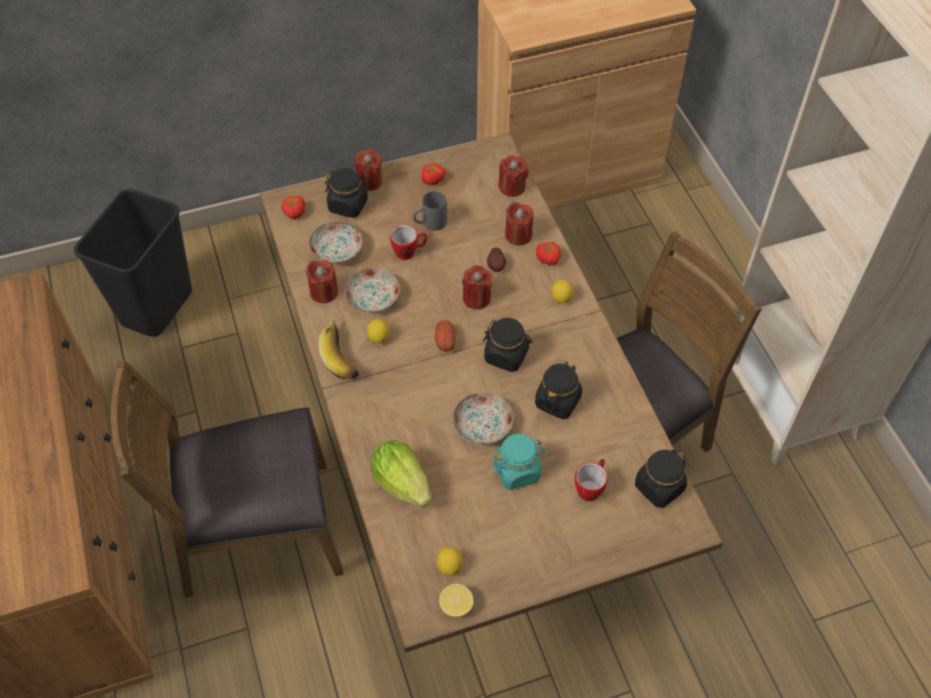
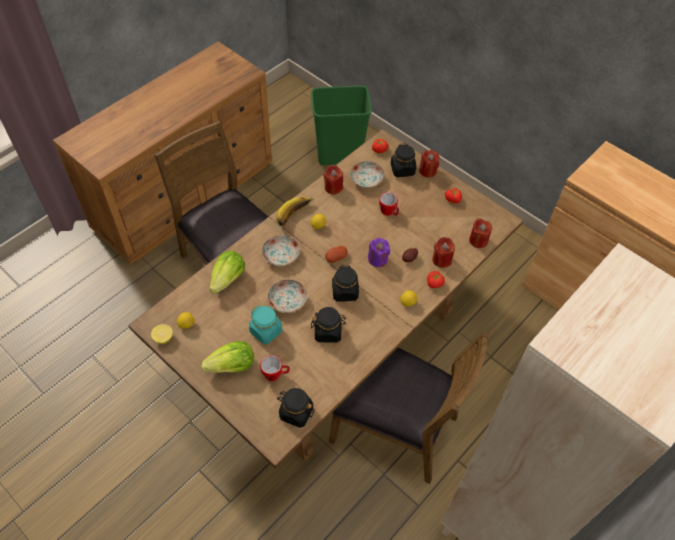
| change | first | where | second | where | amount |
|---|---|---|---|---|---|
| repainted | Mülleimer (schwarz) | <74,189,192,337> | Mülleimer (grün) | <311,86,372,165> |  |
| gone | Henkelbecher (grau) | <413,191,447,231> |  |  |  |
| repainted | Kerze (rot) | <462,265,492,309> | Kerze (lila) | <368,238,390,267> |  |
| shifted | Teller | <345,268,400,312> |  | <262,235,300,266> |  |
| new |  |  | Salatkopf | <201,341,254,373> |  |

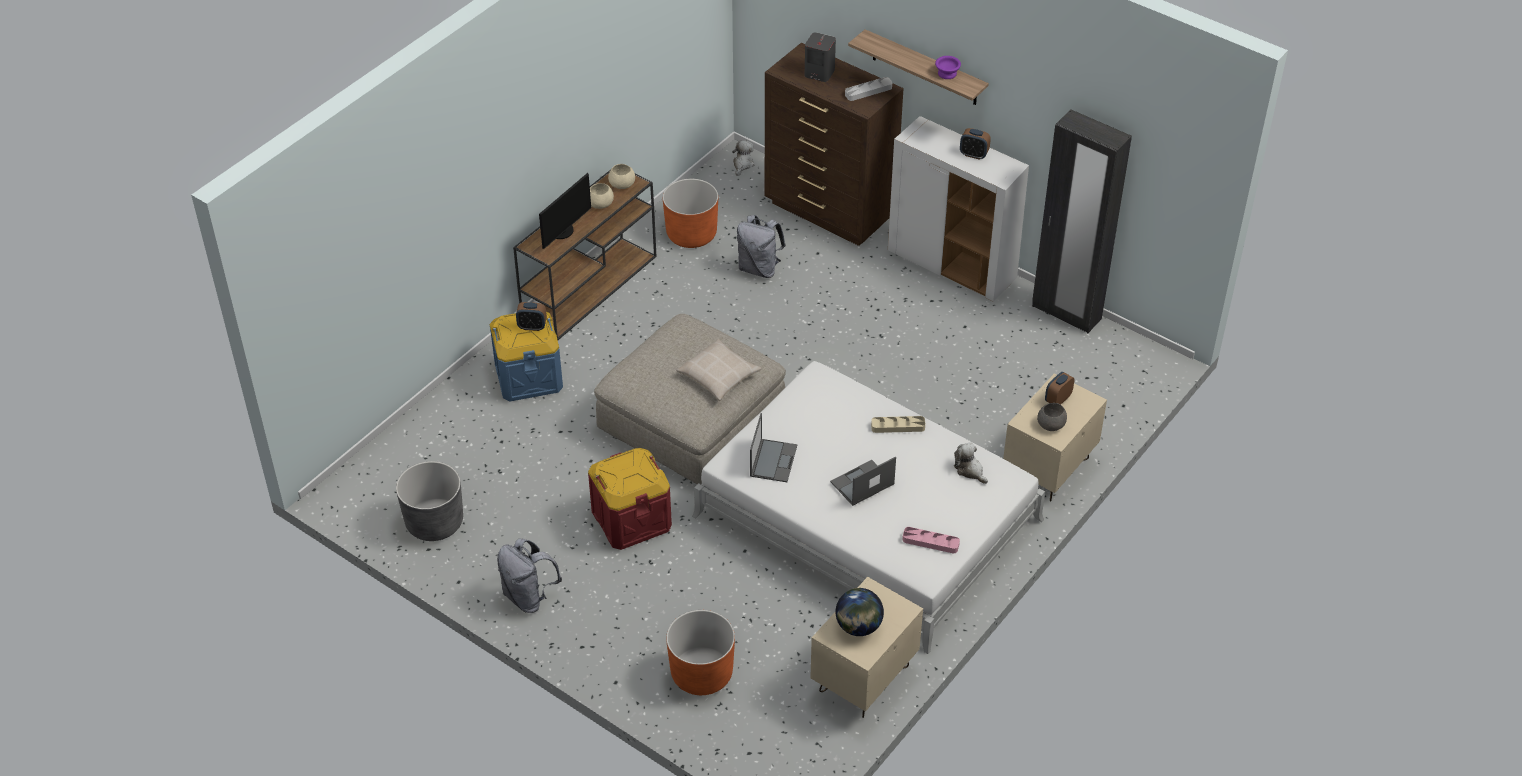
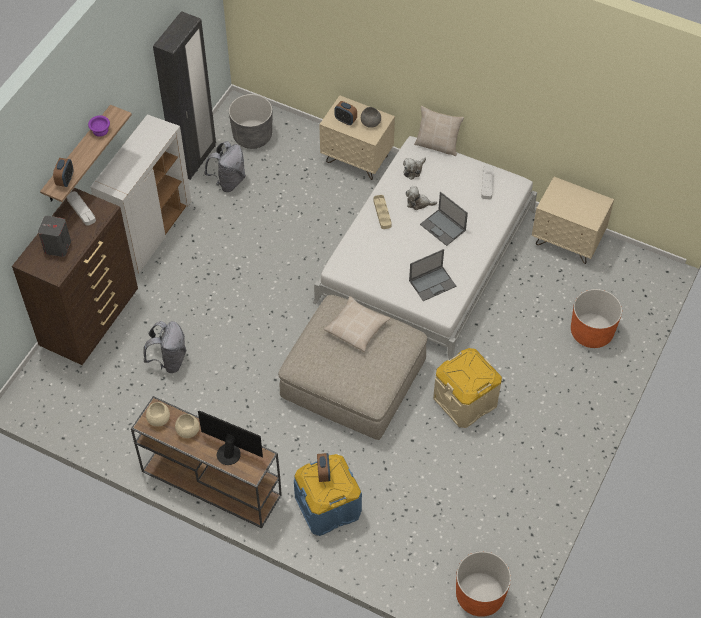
| change | first | where | second | where | amount |
|---|---|---|---|---|---|
| shifted | Wecker | <960,128,991,160> |  | <53,158,73,187> |  |
| shifted | Plüschtier | <732,140,755,176> |  | <406,186,437,210> |  |
| shifted | Pflanzkübel (orange) | <663,179,718,248> |  | <456,551,511,617> |  |
| rotated | Laptop | <750,413,797,482> |  | <409,249,456,301> | 150 degrees clockwise |
| repainted | Aufbewahrungsbox (rot) | <588,448,672,550> | Aufbewahrungsbox (beige) | <433,348,502,428> |  |
| shifted | Pflanzkübel (grau) | <396,461,463,541> |  | <229,94,272,149> |  |
| repainted | Tablett (rosa) | <902,527,960,554> | Tablett (grau) | <481,166,494,200> |  |
| shifted | Rucksack (grau) | <497,538,562,613> |  | <204,141,246,192> |  |
| gone | Globus | <836,588,884,636> |  |  |  |
| new |  |  | Kissen (beige) | <414,106,464,156> |  |

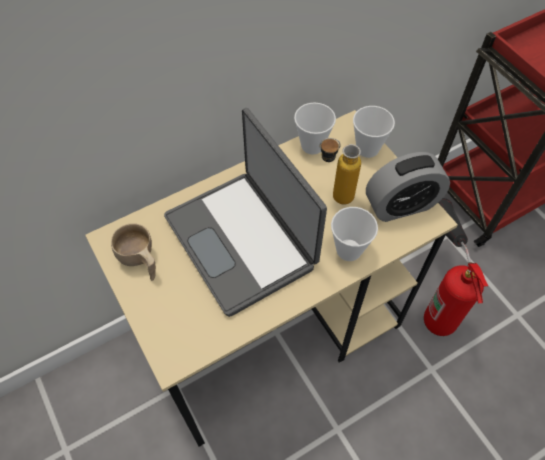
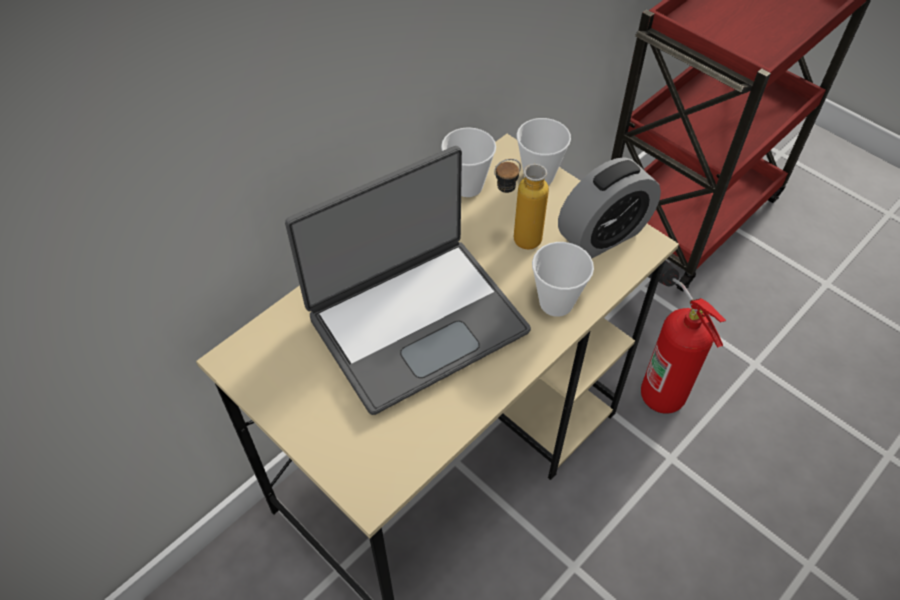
| change | first | where | second | where | amount |
|---|---|---|---|---|---|
| rotated | Laptop | <164,108,327,317> |  | <285,146,531,415> | 75 degrees counterclockwise |
| gone | Tasse (beige) | <111,223,156,281> |  |  |  |

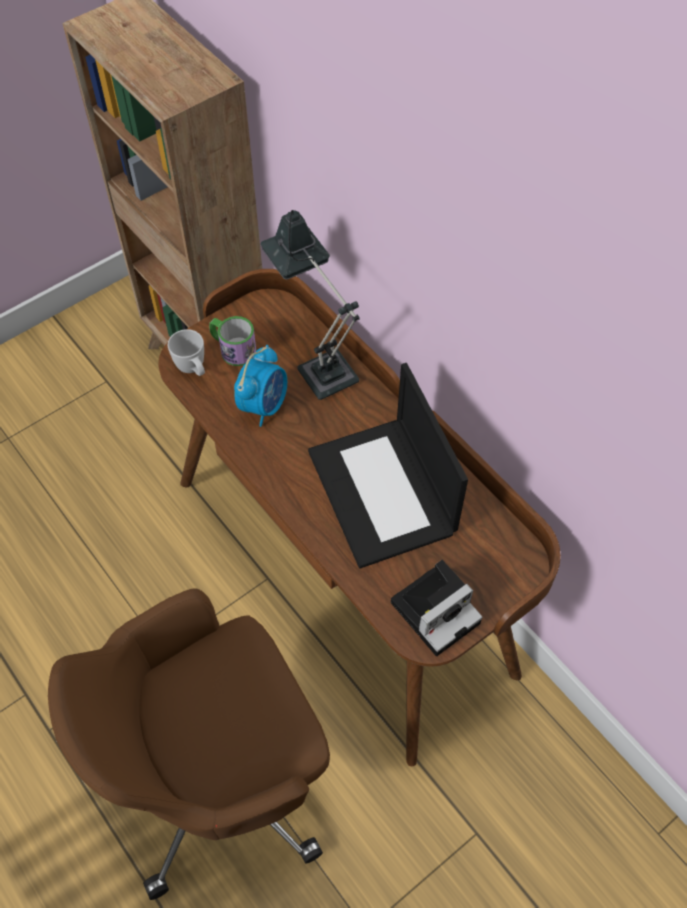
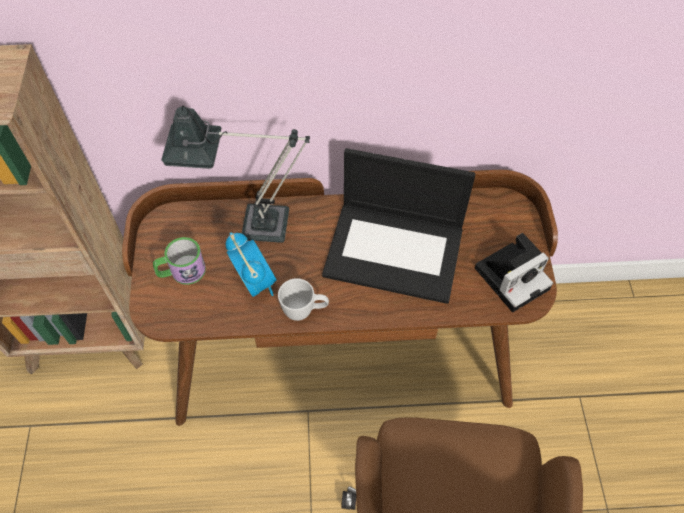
| change | first | where | second | where | amount |
|---|---|---|---|---|---|
| shifted | Henkelbecher (weiß) | <168,329,205,376> |  | <278,278,329,321> |  |
| rotated | Kamera | <391,560,482,656> |  | <475,233,553,312> | 60 degrees clockwise |

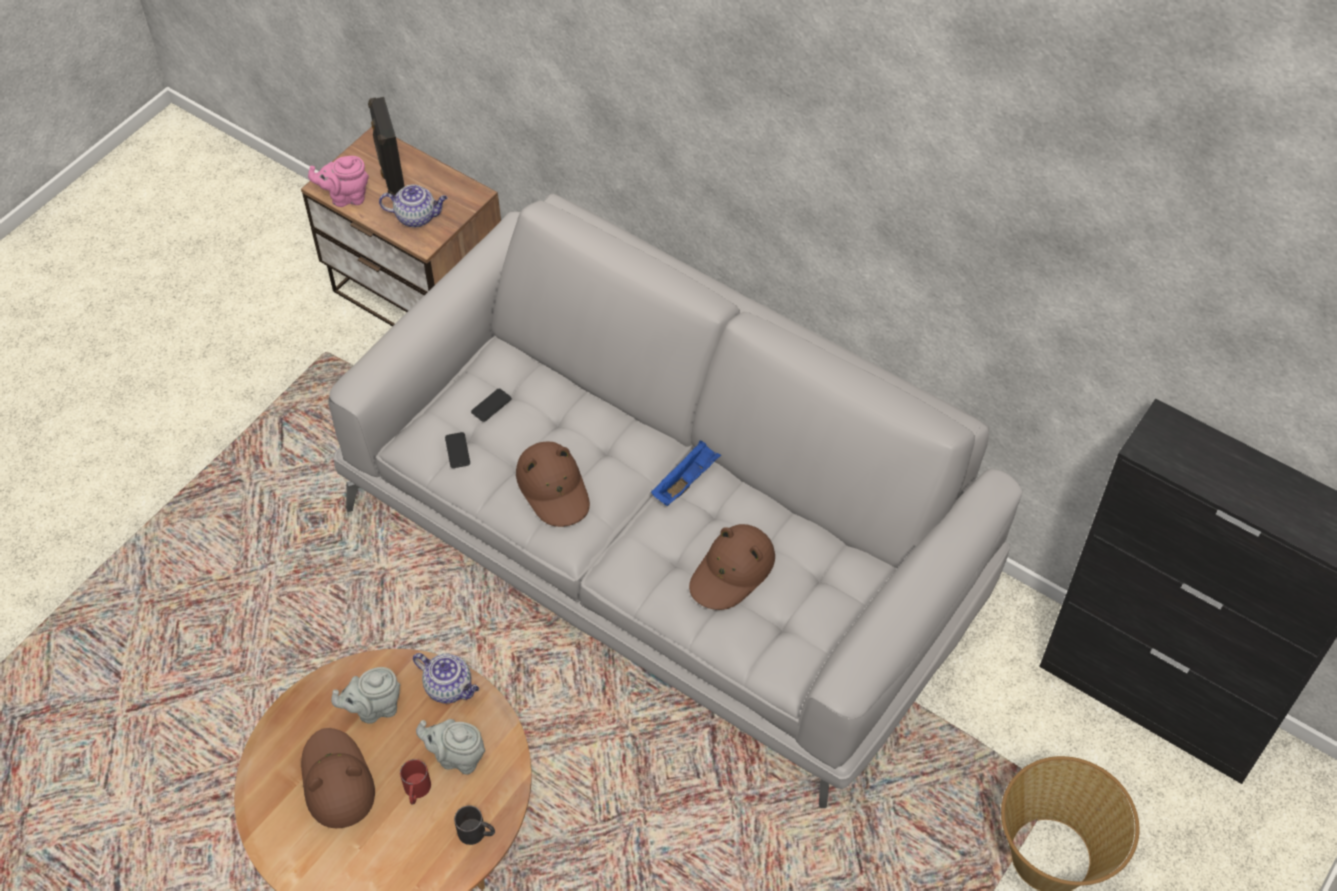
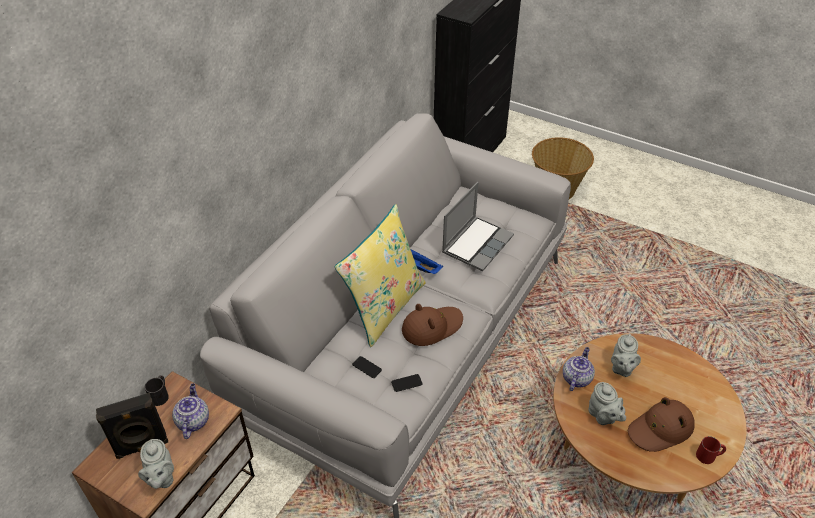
| change | first | where | second | where | amount |
|---|---|---|---|---|---|
| repainted | Teekanne (rosa) | <308,156,369,207> | Teekanne (grau) | <138,439,174,489> |  |
| swapped | Hut (braun) | <689,524,775,610> | Laptop | <442,182,514,271> |  |
| shifted | Henkelbecher (rot) | <400,759,431,804> |  | <696,436,726,464> |  |
| shifted | Henkelbecher (schwarz) | <454,805,495,845> |  | <145,375,169,406> |  |
| new |  |  | Kissen (gelb) | <335,204,425,347> |  |

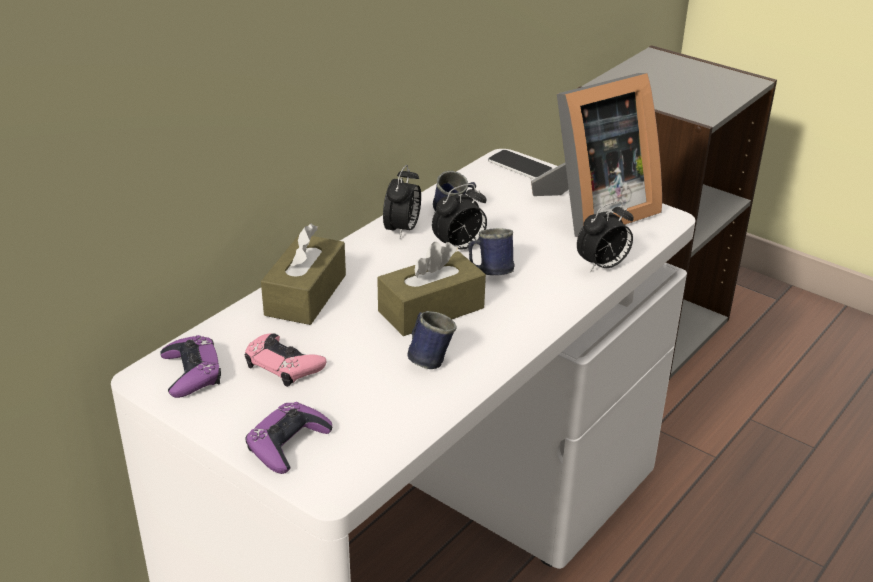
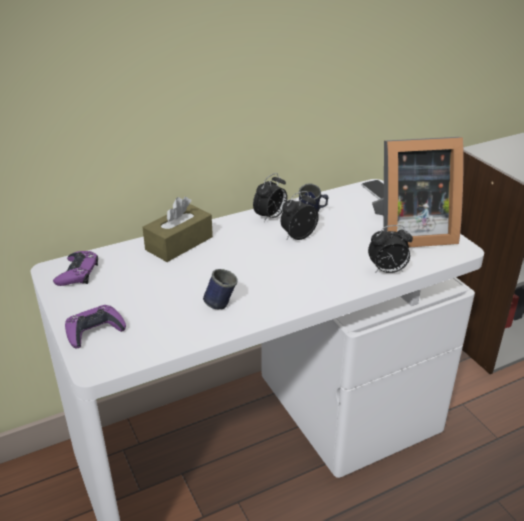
| change | first | where | second | where | amount |
|---|---|---|---|---|---|
| rotated | Wecker | <432,184,487,249> |  | <281,191,319,240> | 150 degrees clockwise |
| gone | Henkelbecher (blau) | <468,228,515,275> |  |  |  |
| gone | Taschentuchbox (braun) | <377,242,486,336> |  |  |  |
| gone | Gamepad (rosa) | <245,333,326,387> |  |  |  |

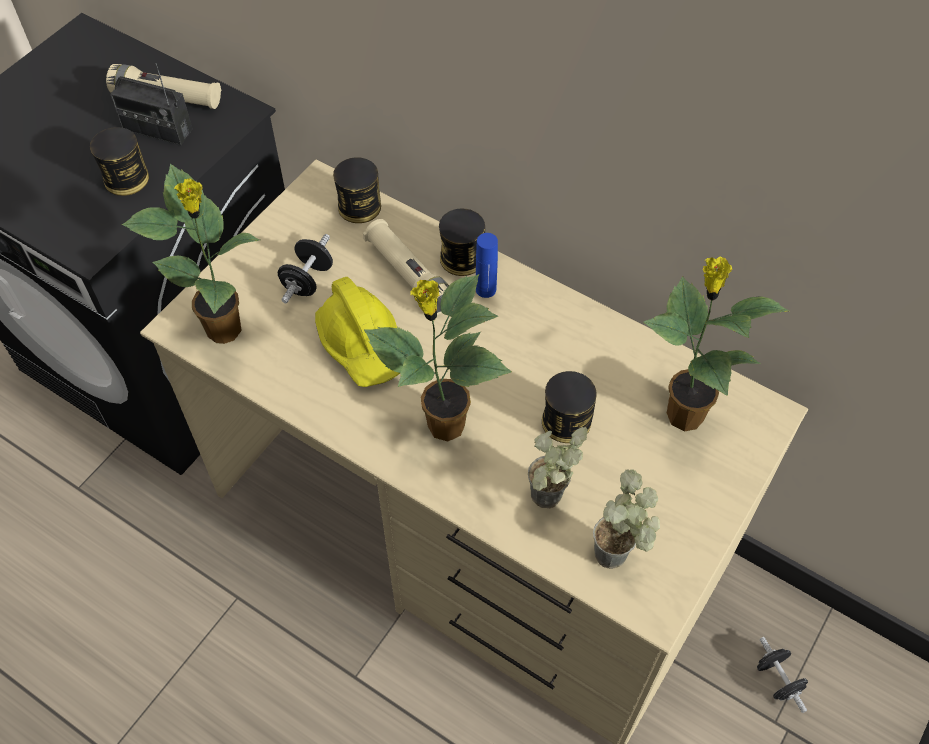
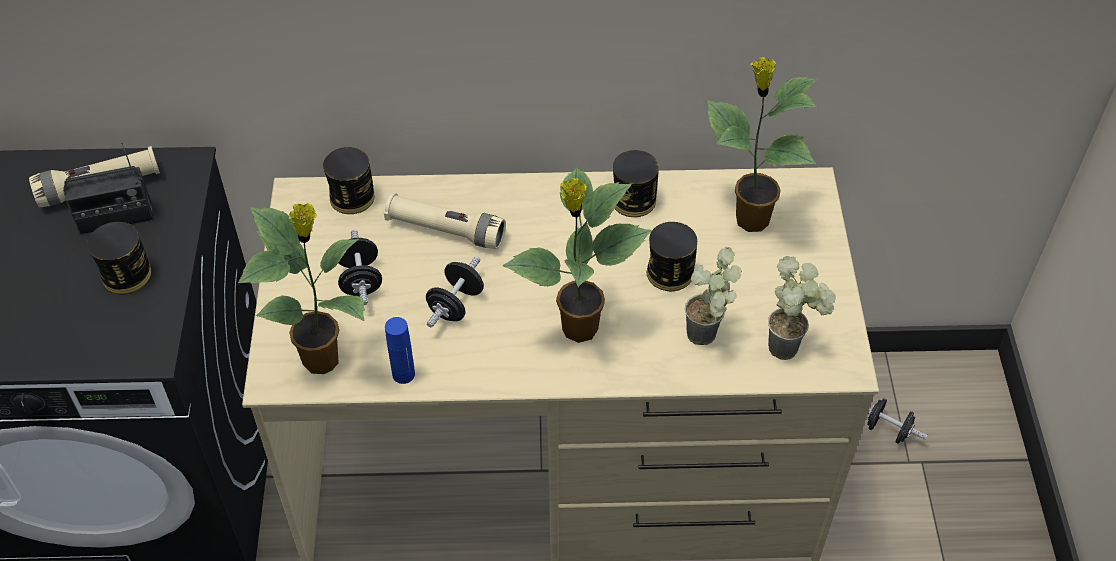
| change | first | where | second | where | amount |
|---|---|---|---|---|---|
| shifted | Dose | <439,208,485,276> |  | <613,150,659,217> |  |
| shifted | Flasche (blau) | <476,233,498,298> |  | <385,317,415,384> |  |
| swapped | Schutzhelm (gelb) | <315,277,400,387> | Hantel (schwarz) | <426,256,484,327> |  |

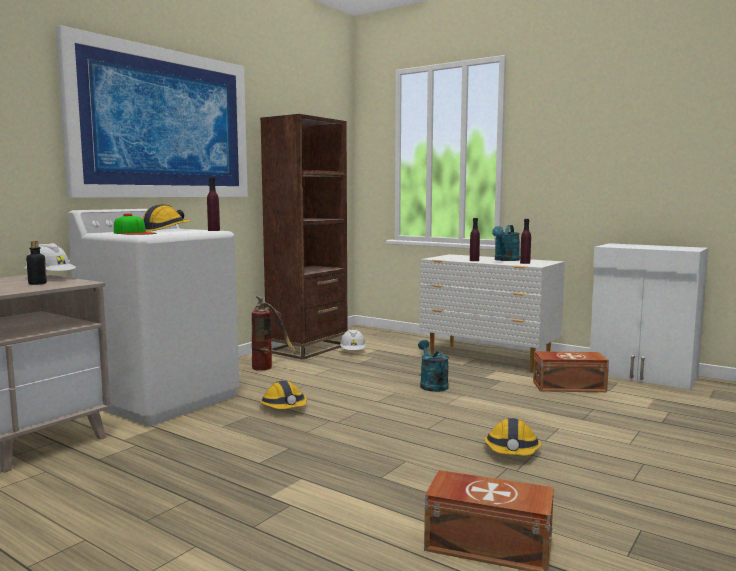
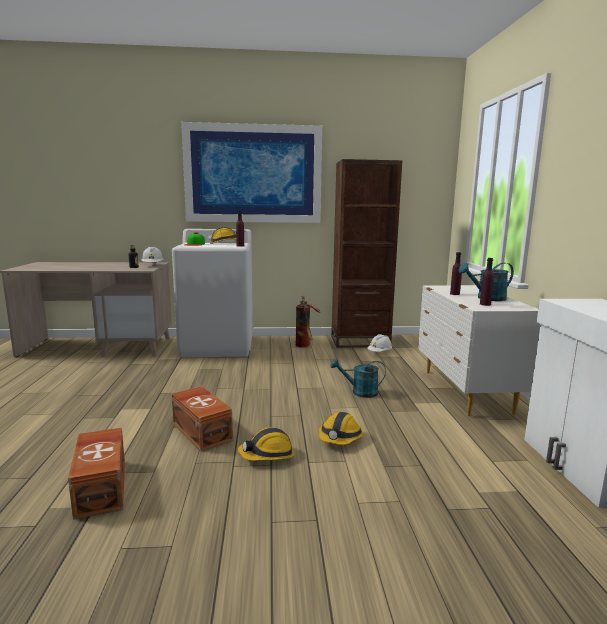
| change | first | where | second | where | amount |
|---|---|---|---|---|---|
| rotated | Gießkanne (türkis) | <418,340,449,392> |  | <330,358,386,398> | 120 degrees counterclockwise |
| shifted | Aufbewahrungsbox (braun) | <533,351,609,392> |  | <171,386,233,451> |  |
| shifted | Schutzhelm | <260,381,307,409> |  | <319,412,364,445> |  |

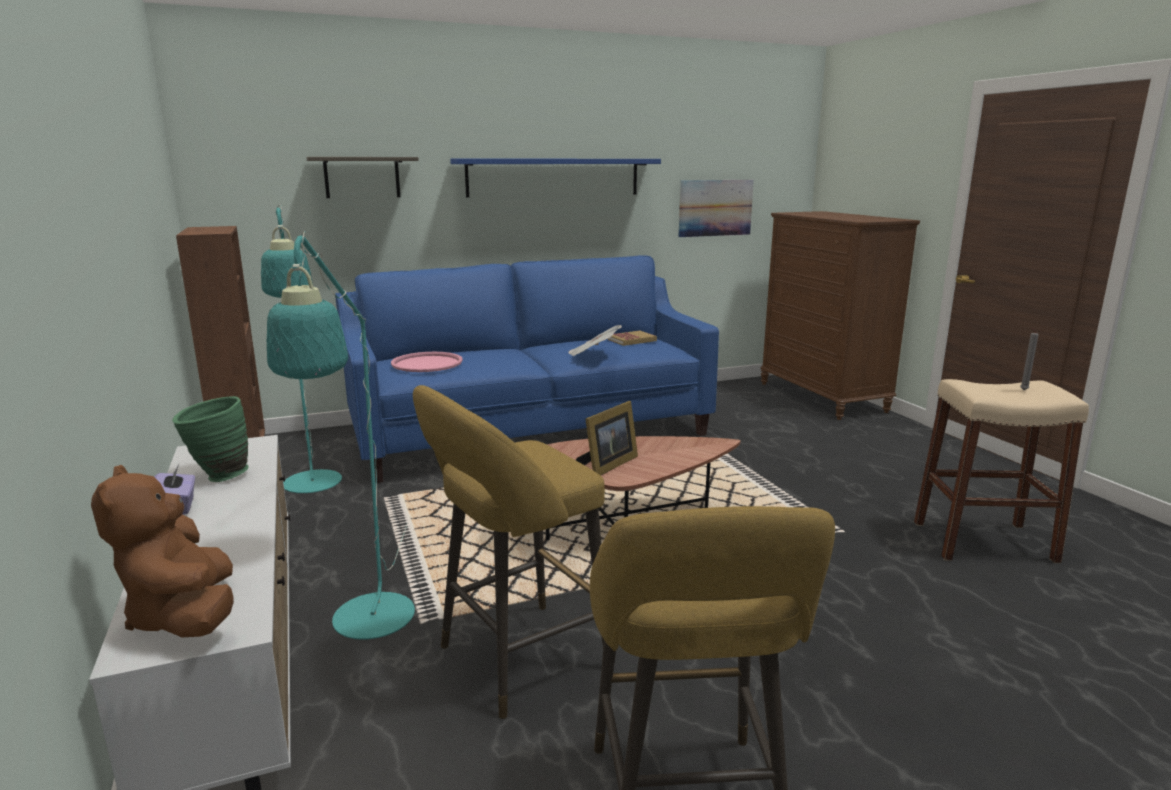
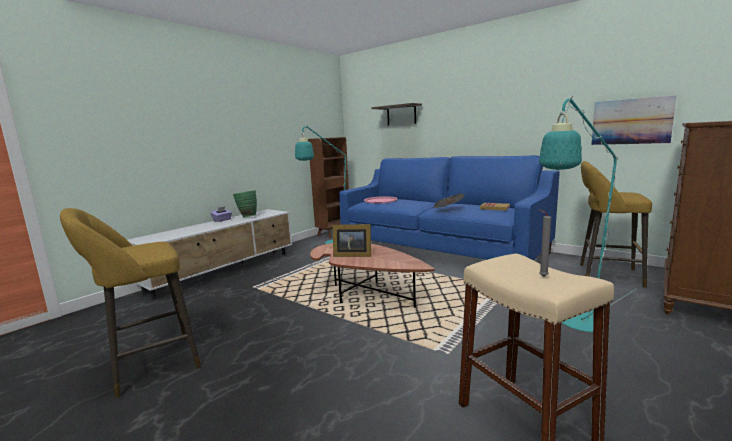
| change | first | where | second | where | amount |
|---|---|---|---|---|---|
| gone | Wandregal (blau) | <450,159,661,197> |  |  |  |
| shifted | Stehlampe (türkis) | <267,231,415,640> |  | <539,96,636,332> |  |
| shifted | Hocker (gelb) | <413,385,605,719> |  | <580,161,652,288> |  |
| gone | Plüschtier (braun) | <91,465,234,637> |  |  |  |

